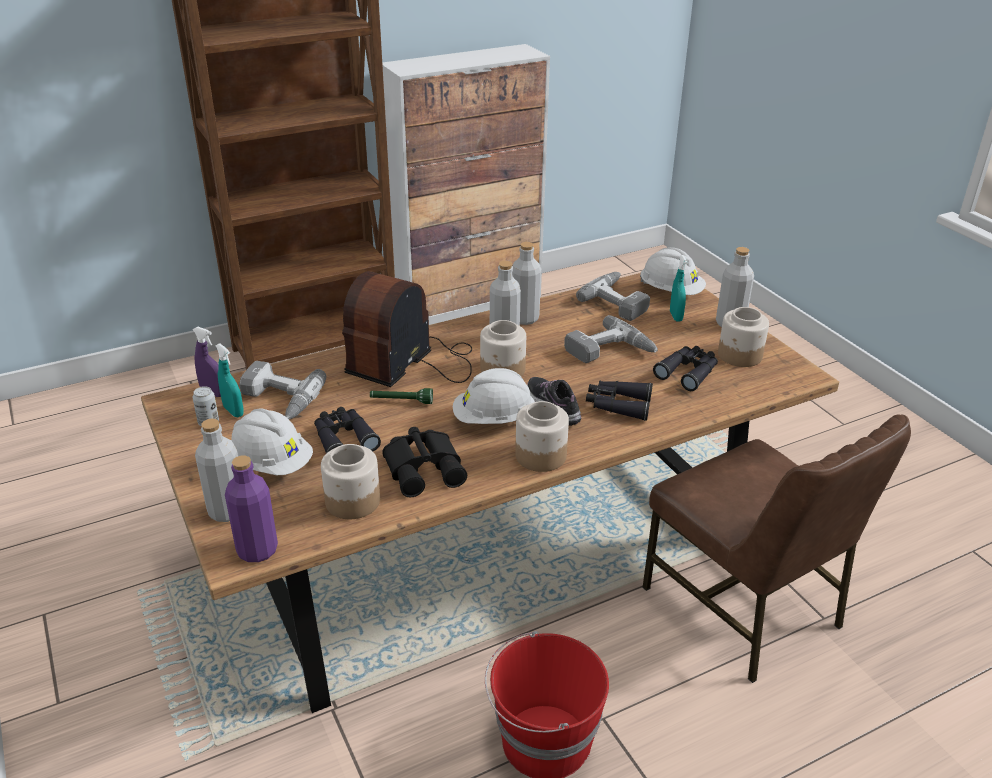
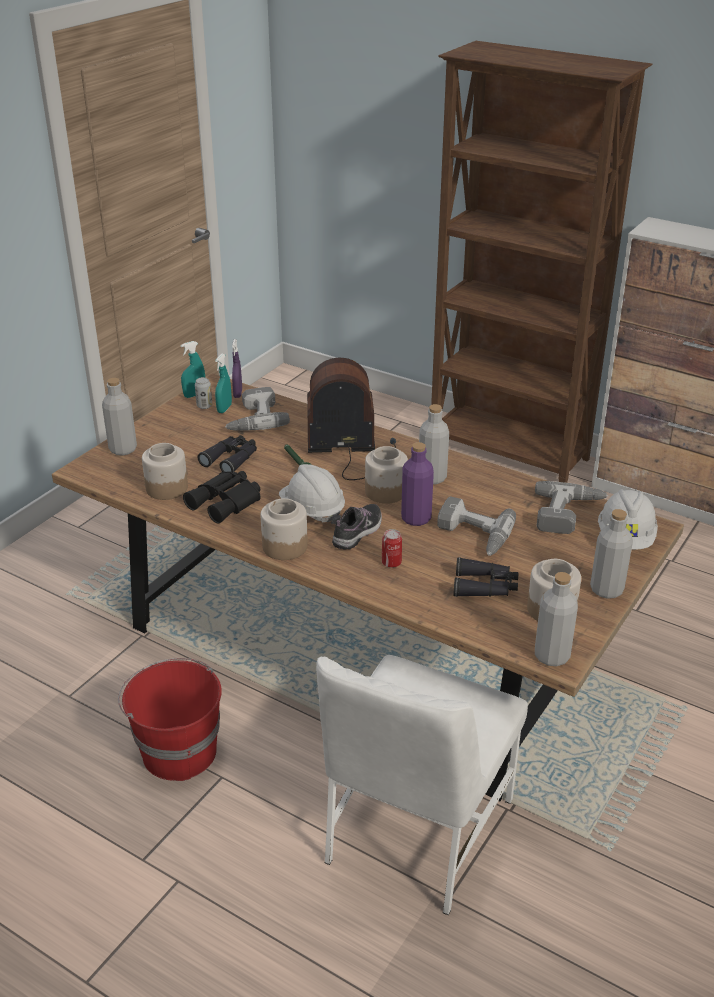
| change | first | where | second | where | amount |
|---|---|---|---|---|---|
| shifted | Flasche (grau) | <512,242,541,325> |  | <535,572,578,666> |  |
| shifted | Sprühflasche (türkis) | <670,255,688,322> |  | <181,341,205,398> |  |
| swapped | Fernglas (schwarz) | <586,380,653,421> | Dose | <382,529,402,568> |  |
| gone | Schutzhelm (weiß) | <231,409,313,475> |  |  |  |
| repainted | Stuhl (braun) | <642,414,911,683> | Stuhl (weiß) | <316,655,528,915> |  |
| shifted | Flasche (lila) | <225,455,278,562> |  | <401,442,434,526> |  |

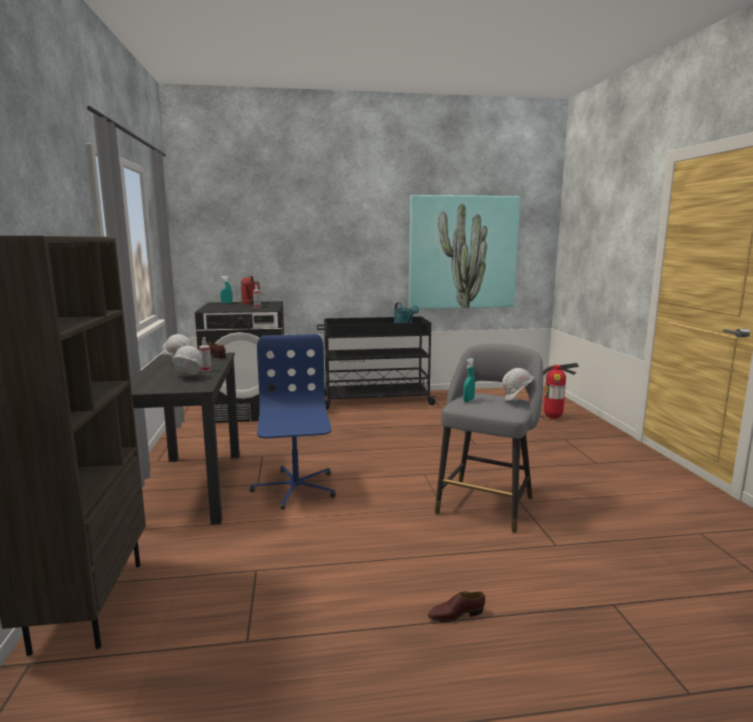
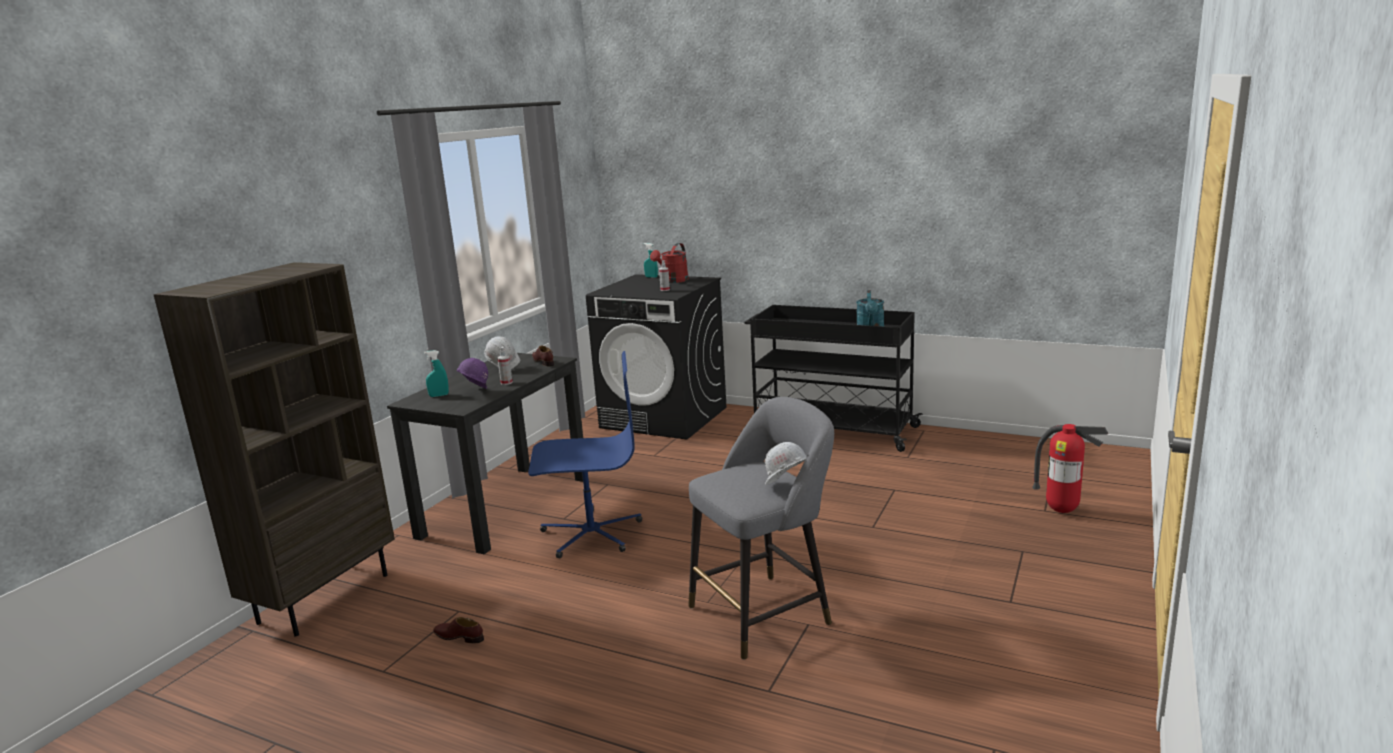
| change | first | where | second | where | amount |
|---|---|---|---|---|---|
| gone | Bild | <409,195,520,309> |  |  |  |
| rotated | Bürostuhl (blau) | <250,334,336,510> |  | <528,351,642,559> | 60 degrees clockwise |
| repainted | Schutzhelm (weiß) | <172,346,202,375> | Schutzhelm (lila) | <455,358,488,389> |  |
| shifted | Sprühflasche (türkis) | <463,358,475,402> |  | <424,350,449,397> |  |
| shifted | Schuh (braun) | <428,591,485,622> |  | <433,617,484,643> |  |

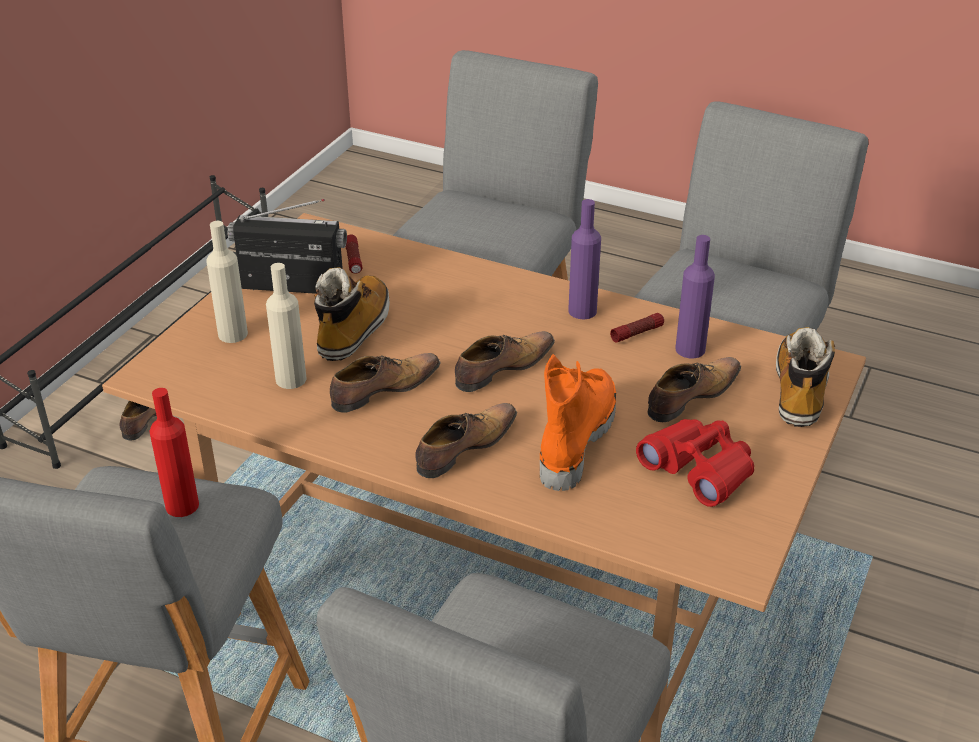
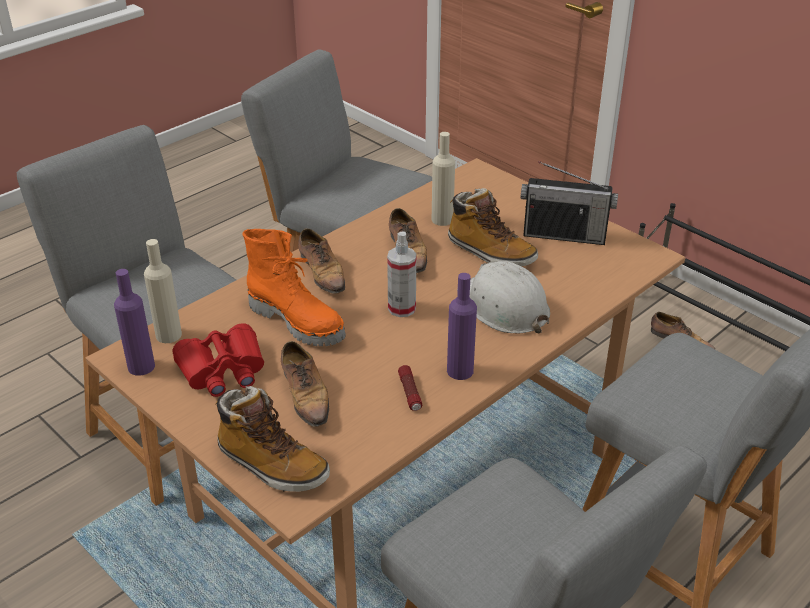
| change | first | where | second | where | amount |
|---|---|---|---|---|---|
| rotated | Radio | <228,199,347,294> |  | <521,161,618,245> | 75 degrees clockwise |
| shifted | Flasche (beige) | <207,221,248,343> |  | <144,239,182,343> |  |
| gone | Taschenlampe | <346,235,362,274> |  |  |  |
| shifted | Flasche (lila) | <675,235,715,358> |  | <114,269,155,376> |  |
| swapped | Schuh | <455,331,555,392> | Sprühflasche | <387,231,416,317> |  |
| gone | Flasche (rot) | <149,388,199,517> |  |  |  |
| new |  |  | Schutzhelm (weiß) | <457,261,550,334> |  |

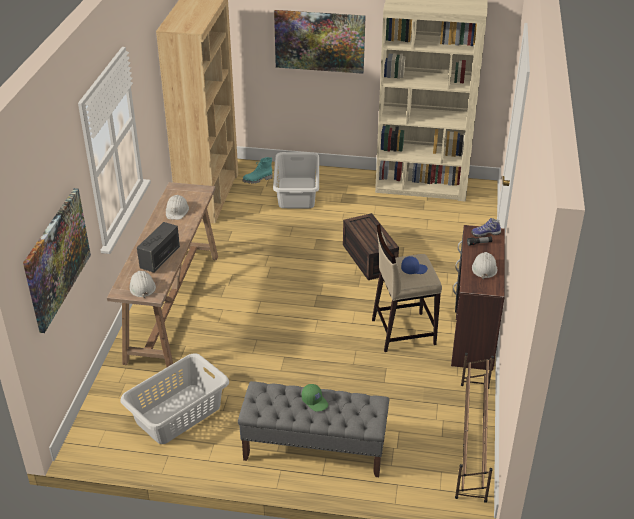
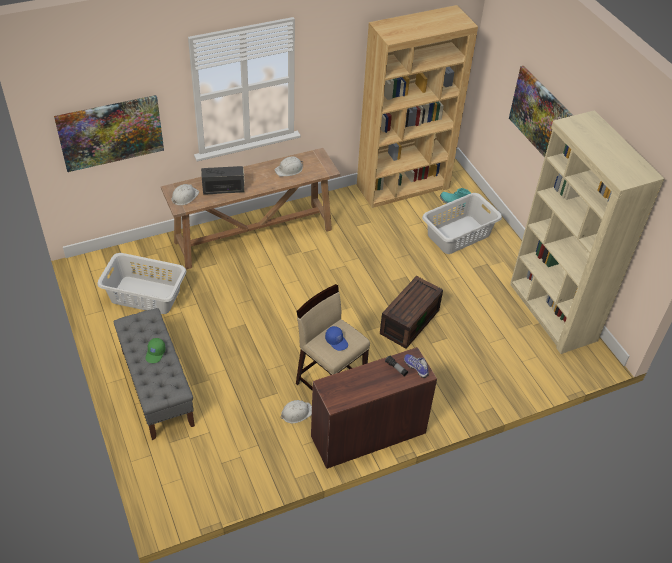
| change | first | where | second | where | amount |
|---|---|---|---|---|---|
| shifted | Schutzhelm (weiß) | <472,252,497,279> |  | <281,400,312,423> |  |
| gone | Schuhregal (braun) | <455,353,494,503> |  |  |  |

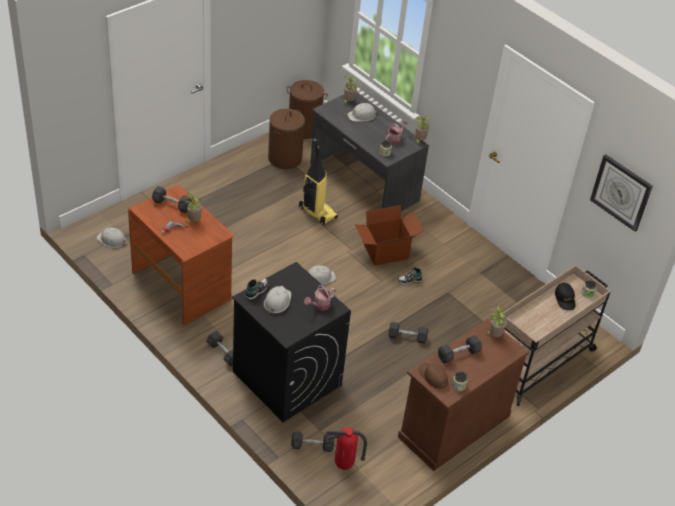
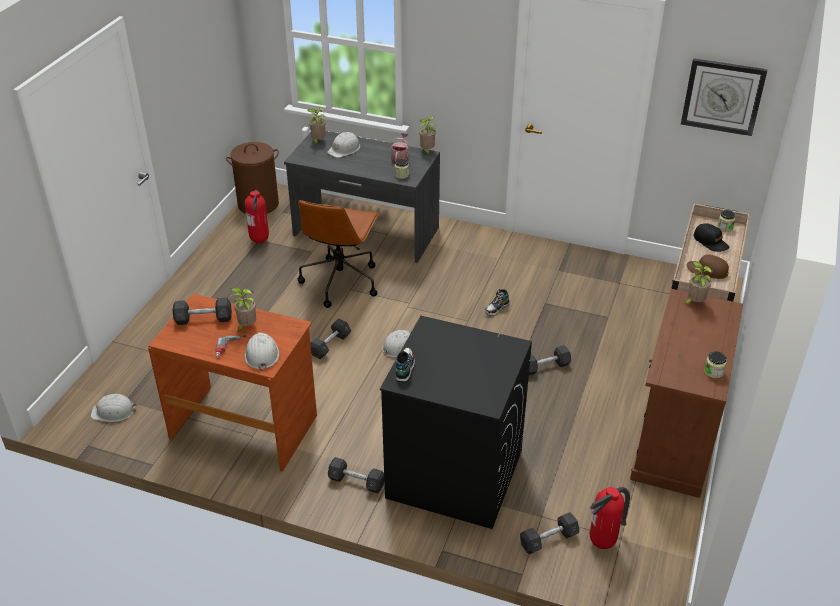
| change | first | where | second | where | amount |
|---|---|---|---|---|---|
| swapped | Wäschekorb (braun) | <268,109,305,169> | Feuerlöscher | <245,189,269,243> |  |
| swapped | Staubsauger | <299,138,338,225> | Bürostuhl (braun) | <298,200,379,308> |  |
| gone | Karton | <355,205,424,266> |  |  |  |
| gone | Gießkanne | <304,285,336,311> |  |  |  |
| shifted | Schutzhelm (weiß) | <264,286,291,313> |  | <245,332,279,371> |  |
| shifted | Hantel (grau) | <438,335,482,364> |  | <310,319,351,359> |  |
| shifted | Kappe (braun) | <419,362,448,389> |  | <687,254,729,279> |  |

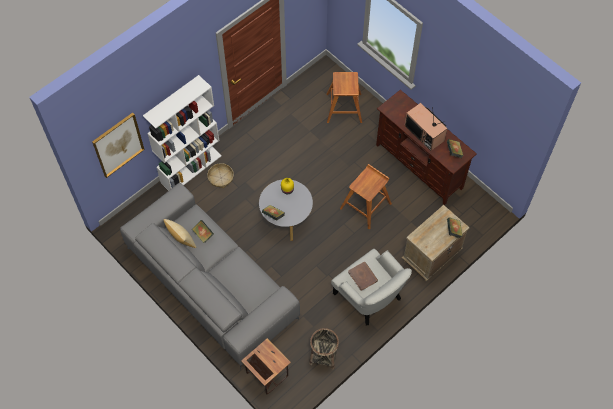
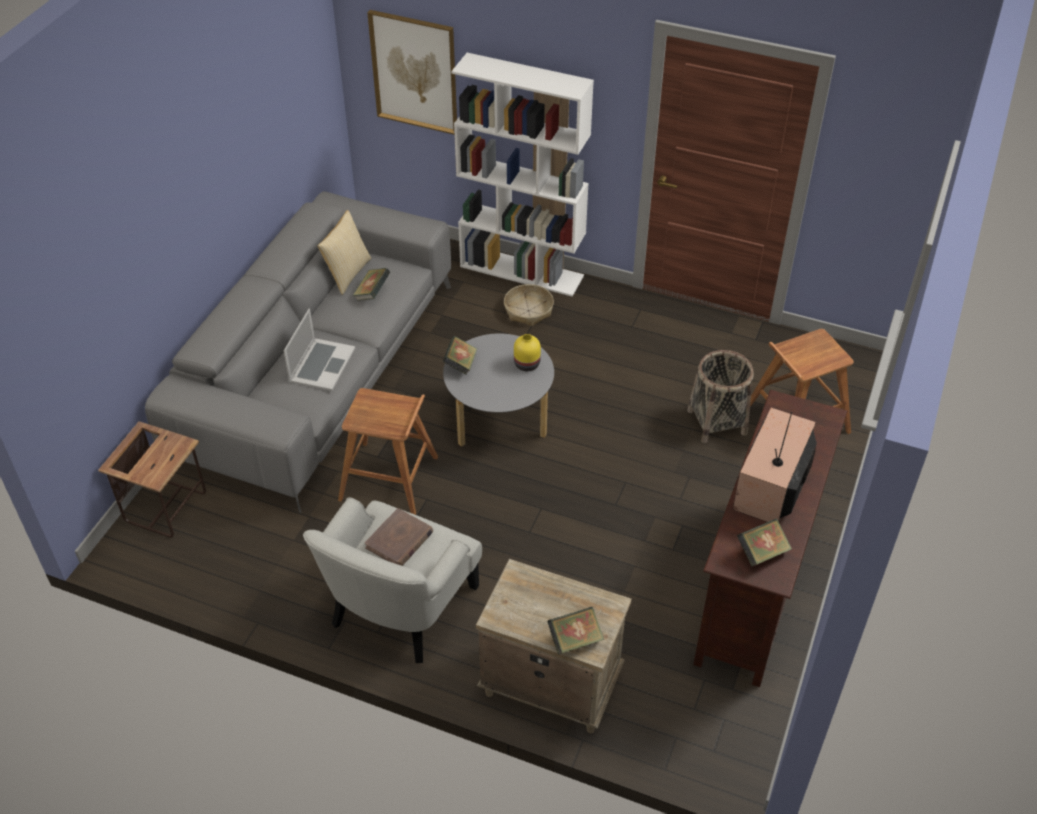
| change | first | where | second | where | amount |
|---|---|---|---|---|---|
| shifted | Hocker (braun) | <340,164,392,229> |  | <338,388,438,515> |  |
| shifted | Korb | <309,328,339,369> |  | <687,350,754,443> |  |
| new |  |  | Laptop | <284,308,355,391> |  |

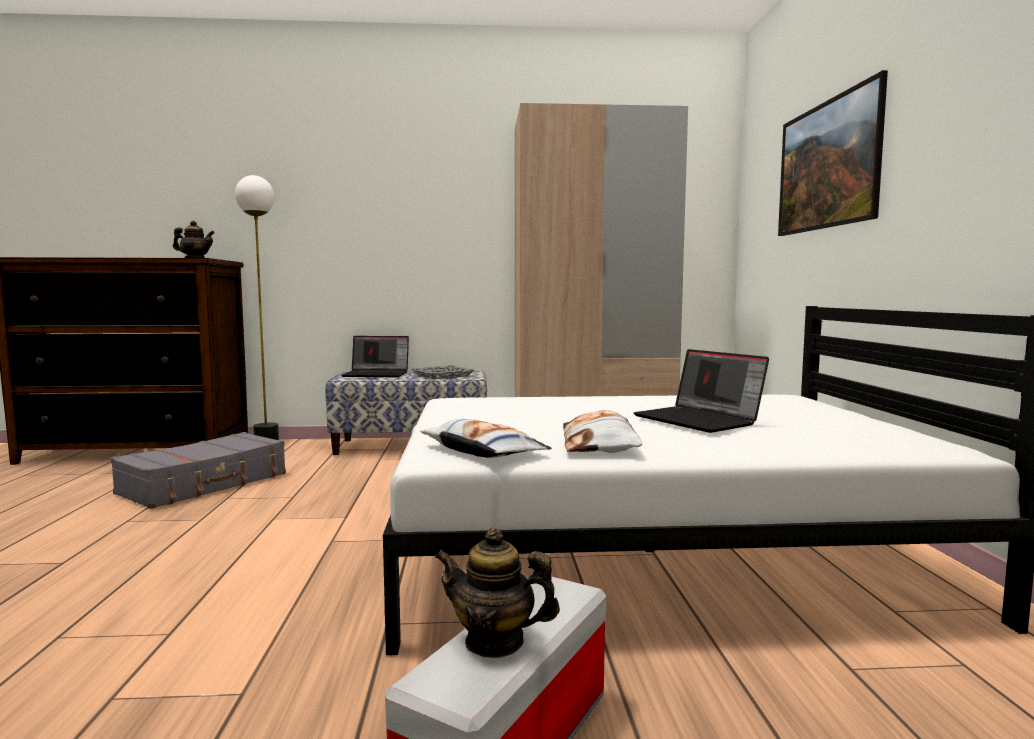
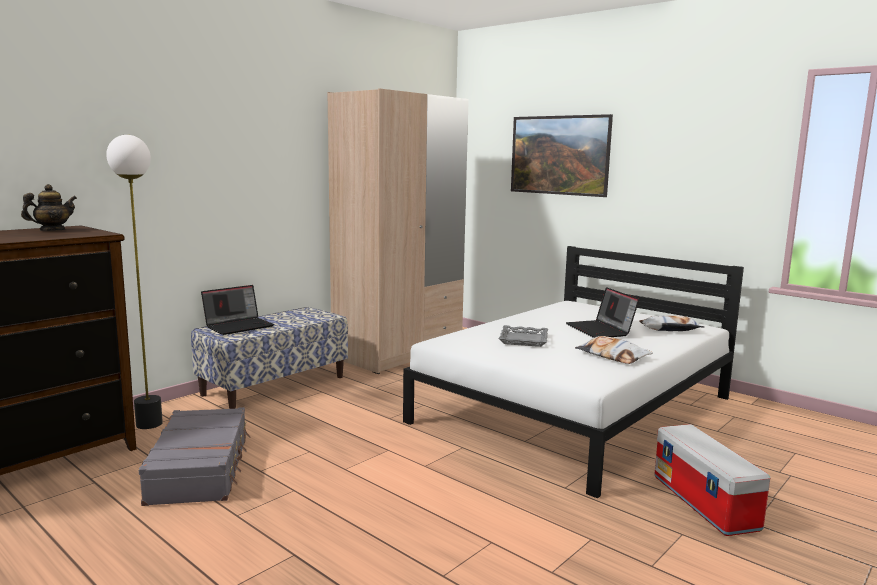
| change | first | where | second | where | amount |
|---|---|---|---|---|---|
| rotated | Laptop | <634,349,769,433> |  | <566,287,639,338> | 60 degrees clockwise |
| shifted | Tablett (grau) | <412,365,474,379> |  | <499,325,548,347> |  |
| shifted | Kissen | <420,419,551,458> |  | <639,316,704,331> |  |
| gone | Teekanne | <435,528,560,658> |  |  |  |

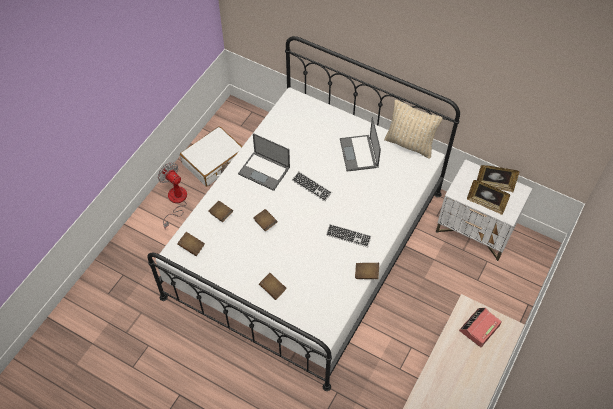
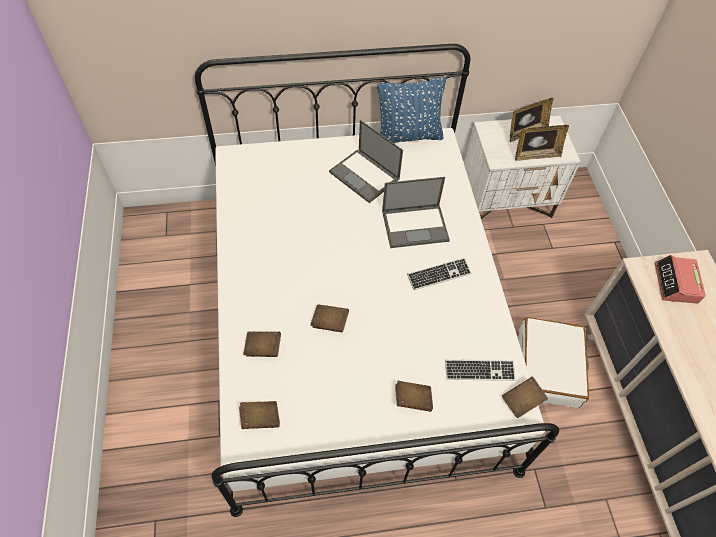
| change | first | where | second | where | amount |
|---|---|---|---|---|---|
| repainted | Kissen (beige) | <384,100,443,159> | Kissen (blau) | <377,77,446,143> |  |
| shifted | Koffer (weiß) | <180,126,243,187> |  | <519,317,589,408> |  |
| shifted | Laptop | <238,133,290,191> |  | <382,177,450,248> |  |
| gone | Ventilator | <158,162,187,229> |  |  |  |
| shifted | Tastatur | <292,171,332,202> |  | <445,359,516,381> |  |
| shifted | Buch (braun) | <355,263,379,279> |  | <502,377,548,418> |  |

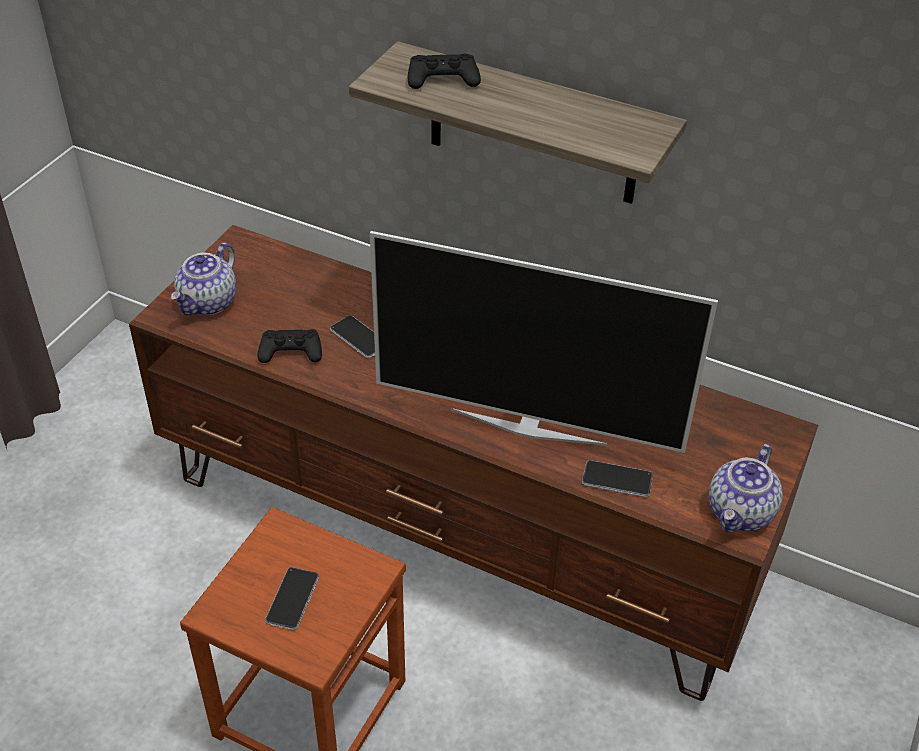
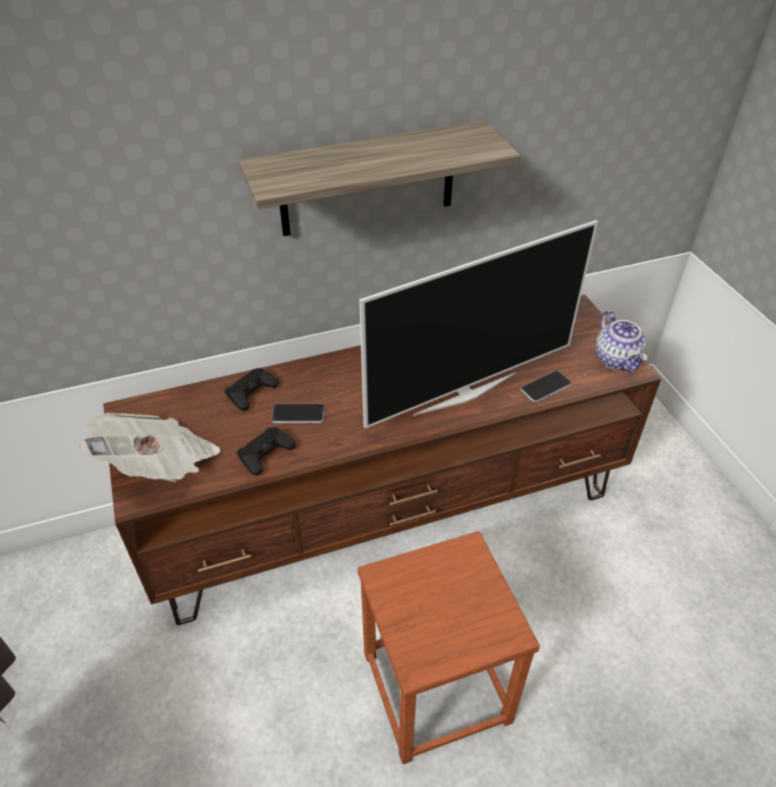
| change | first | where | second | where | amount |
|---|---|---|---|---|---|
| shifted | Gamepad (schwarz) | <407,54,481,89> |  | <224,368,279,411> |  |
| swapped | Teekanne | <171,243,236,315> | Zeitung | <79,413,221,482> |  |
| gone | Handy | <265,567,319,630> |  |  |  |

